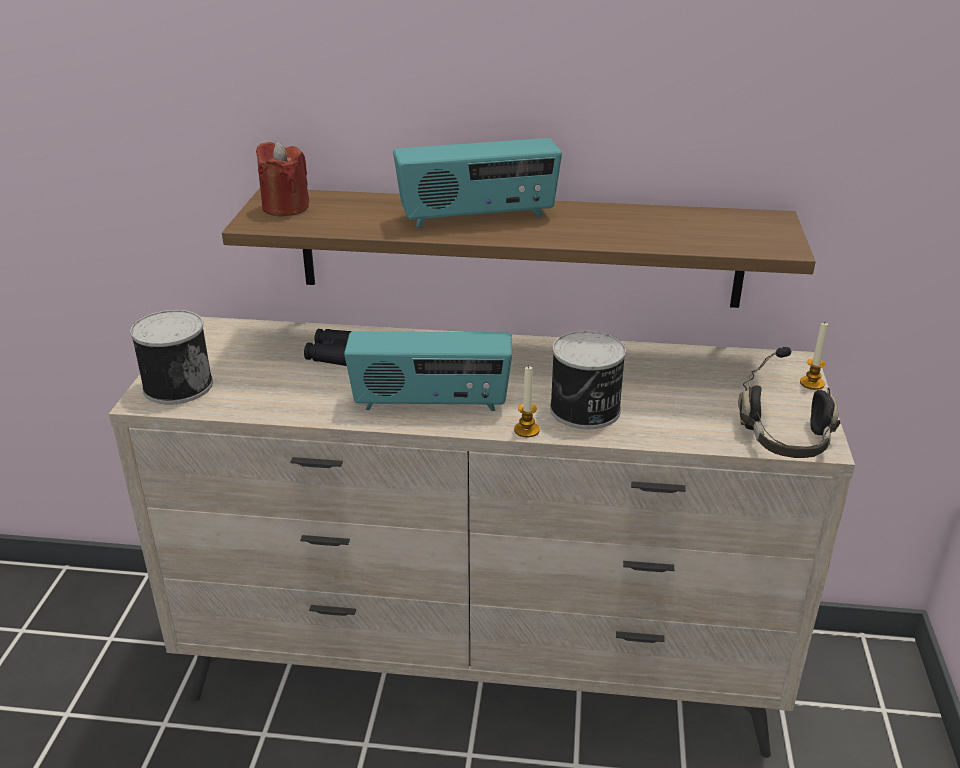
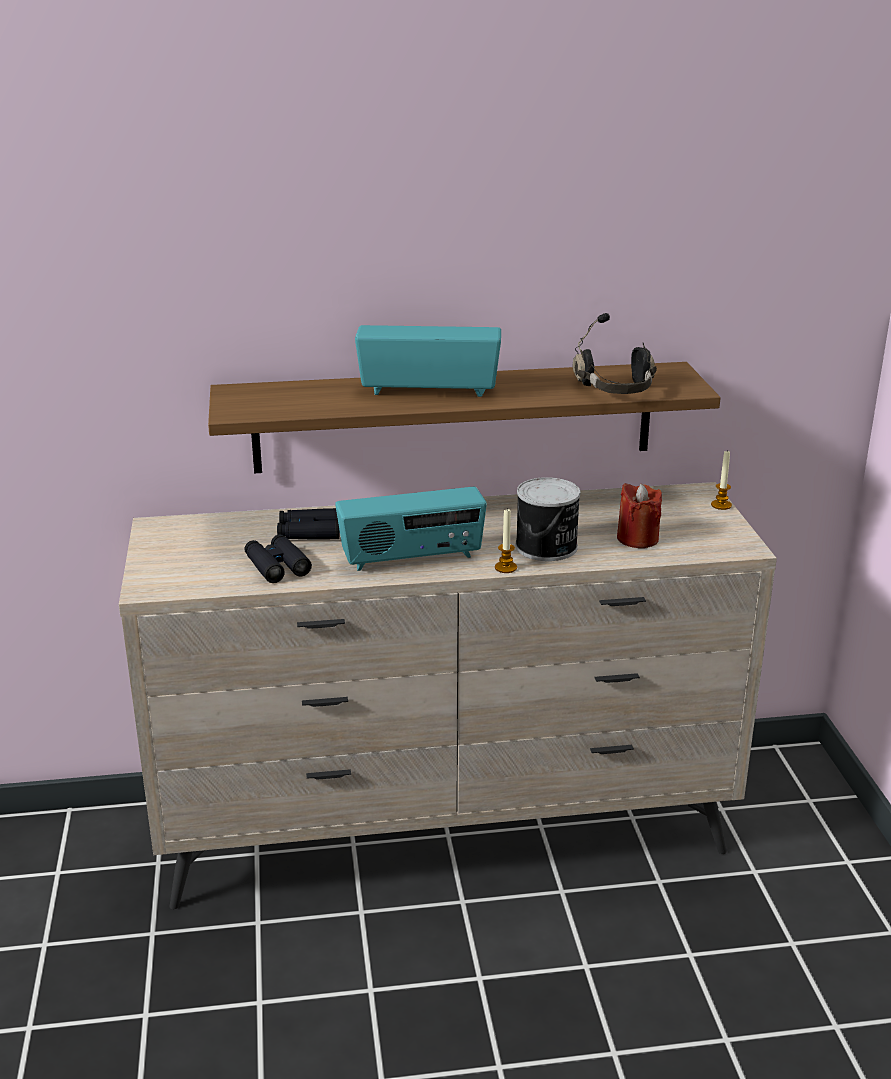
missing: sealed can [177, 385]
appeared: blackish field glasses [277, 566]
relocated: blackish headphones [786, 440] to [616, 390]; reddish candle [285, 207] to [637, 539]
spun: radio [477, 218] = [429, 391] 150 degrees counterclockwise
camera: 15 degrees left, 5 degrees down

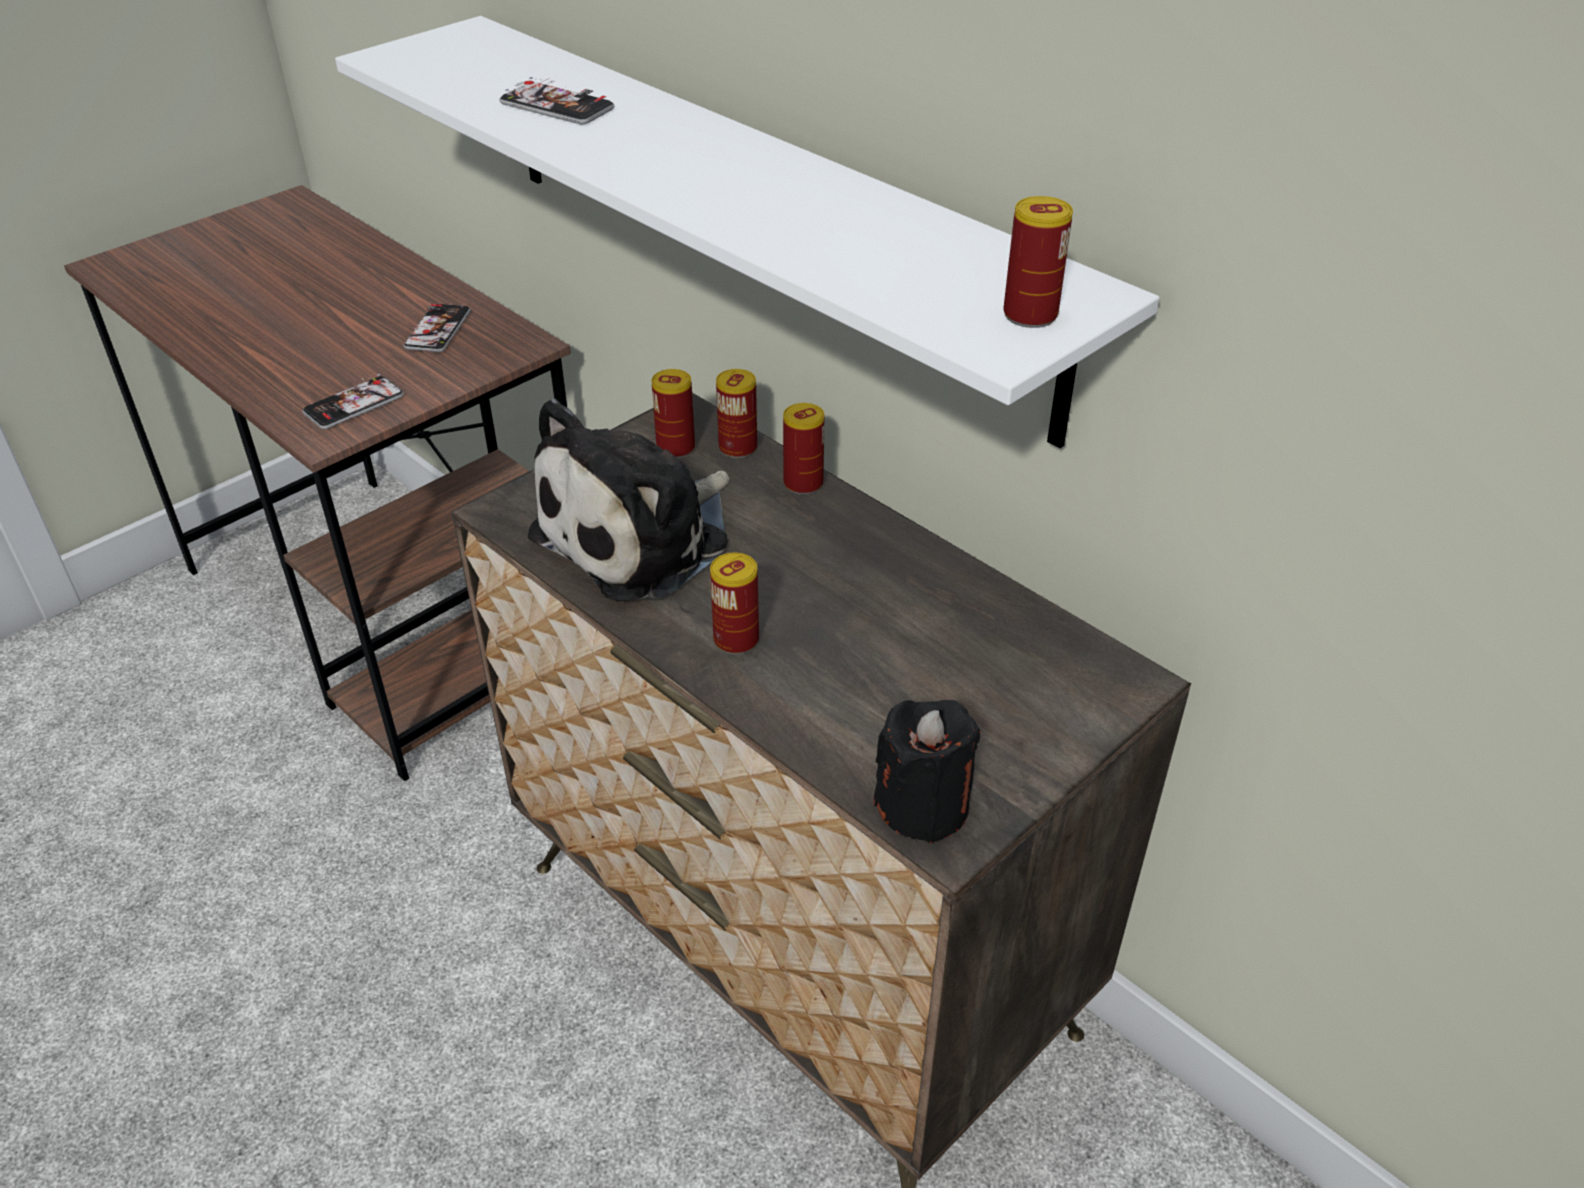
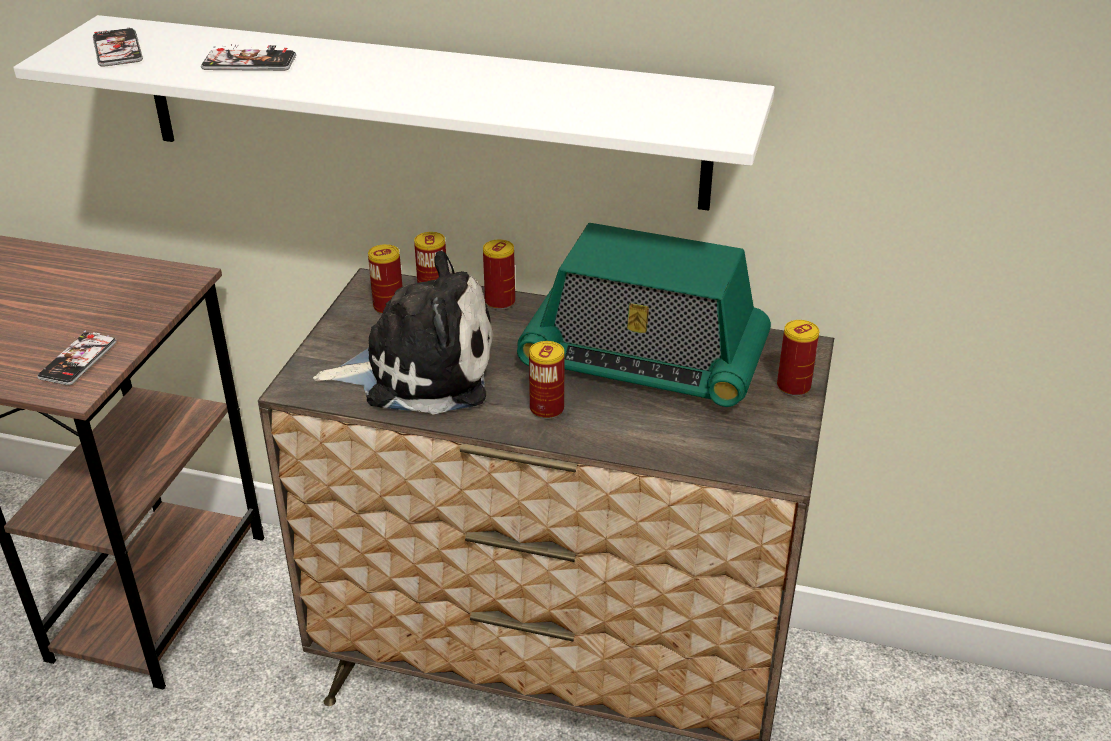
missing: blackish candle [923, 806]
appeared: radio [643, 360]
relocated: telephone [438, 329] to [117, 49]; sealed can [1030, 315] to [793, 387]
spun: soft toy [641, 537] = [420, 370] 105 degrees counterclockwise
camera: 30 degrees left, 5 degrees down

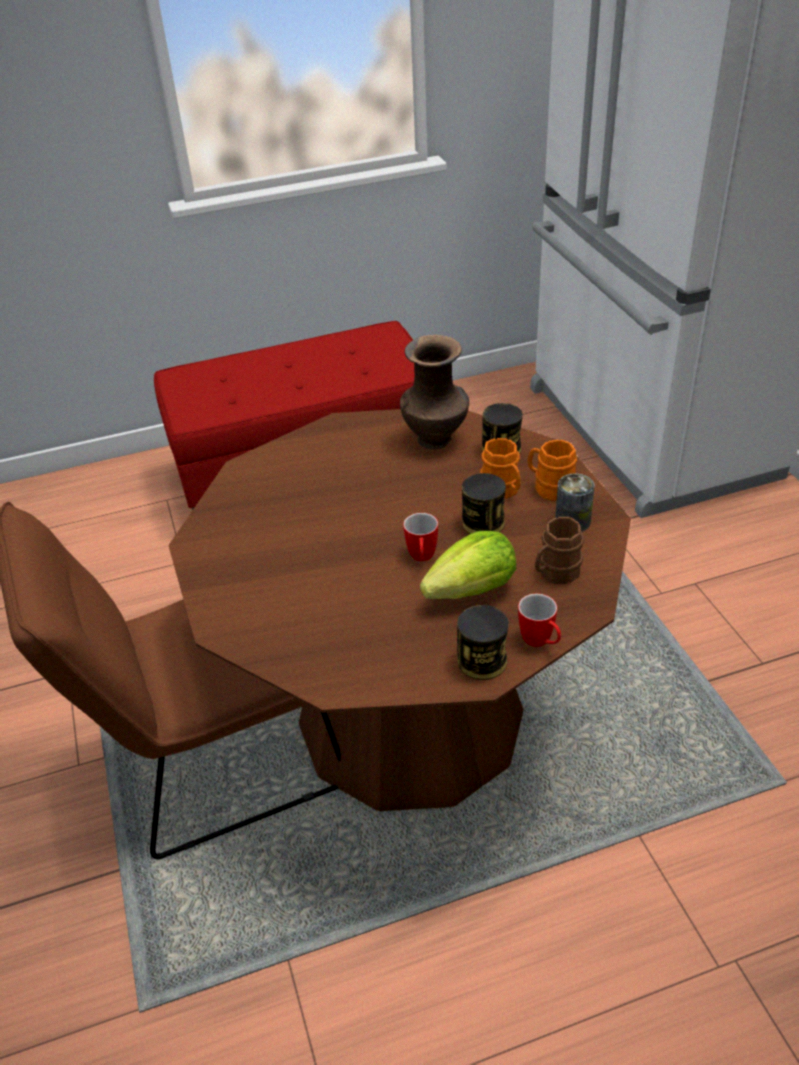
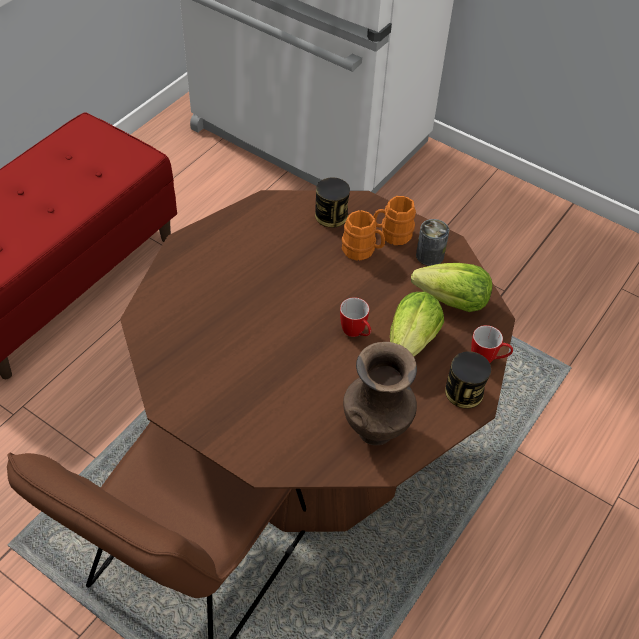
missing: sealed can [483, 523]
relocated: brown decorative vase [436, 439] to [376, 428]
exchanged: brown tea mug [555, 573] to lettuce [452, 302]
camera: 40 degrees left, 10 degrees up

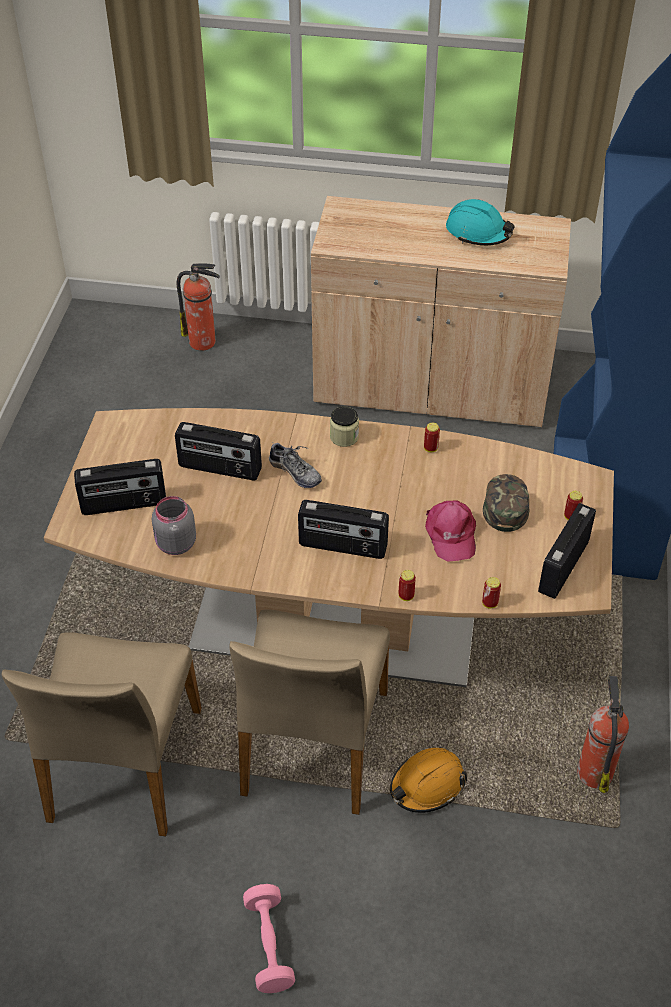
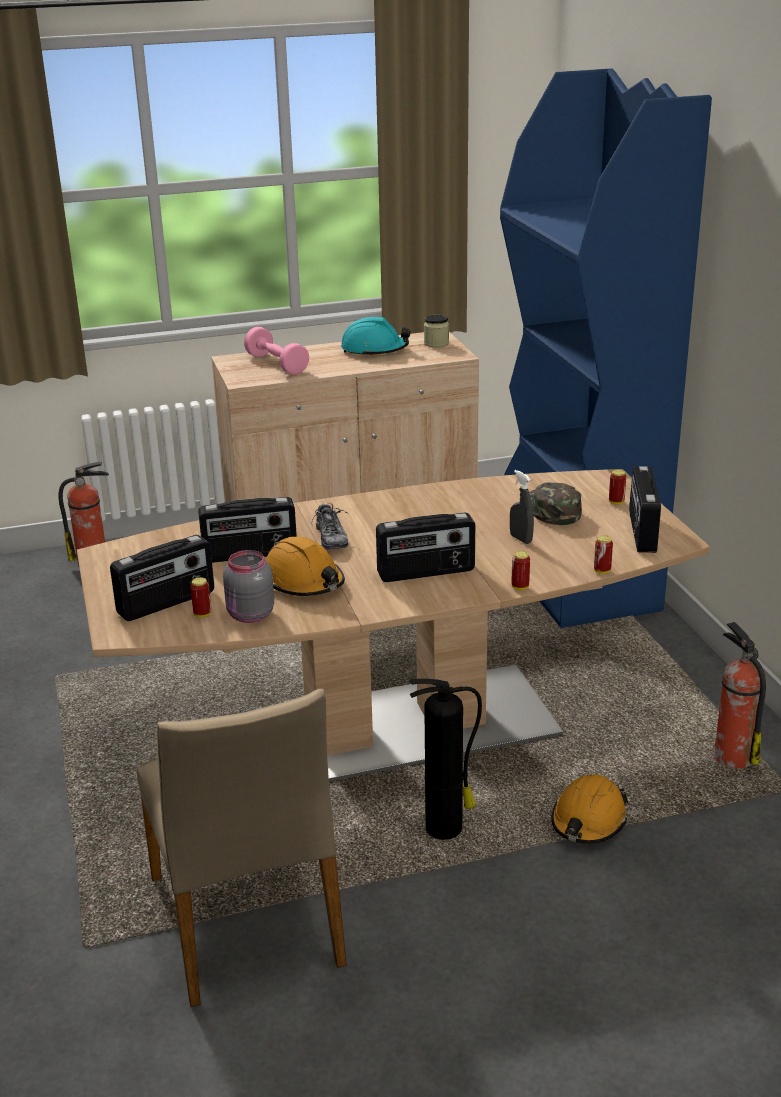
appeared: orange work helmet [304, 582]
relocated: sealed can [431, 448] to [202, 614]; pink dumbbell [269, 945] to [277, 364]; preserve jar [344, 437] to [436, 343]
exchanged: sand-coloured chair [312, 743] to extinguisher [446, 828]; pink baseball cap [450, 534] to gray hand sprayer [521, 539]
spun: item of footwear [295, 472] = [331, 538] 60 degrees clockwise
camera: 25 degrees left, 20 degrees down

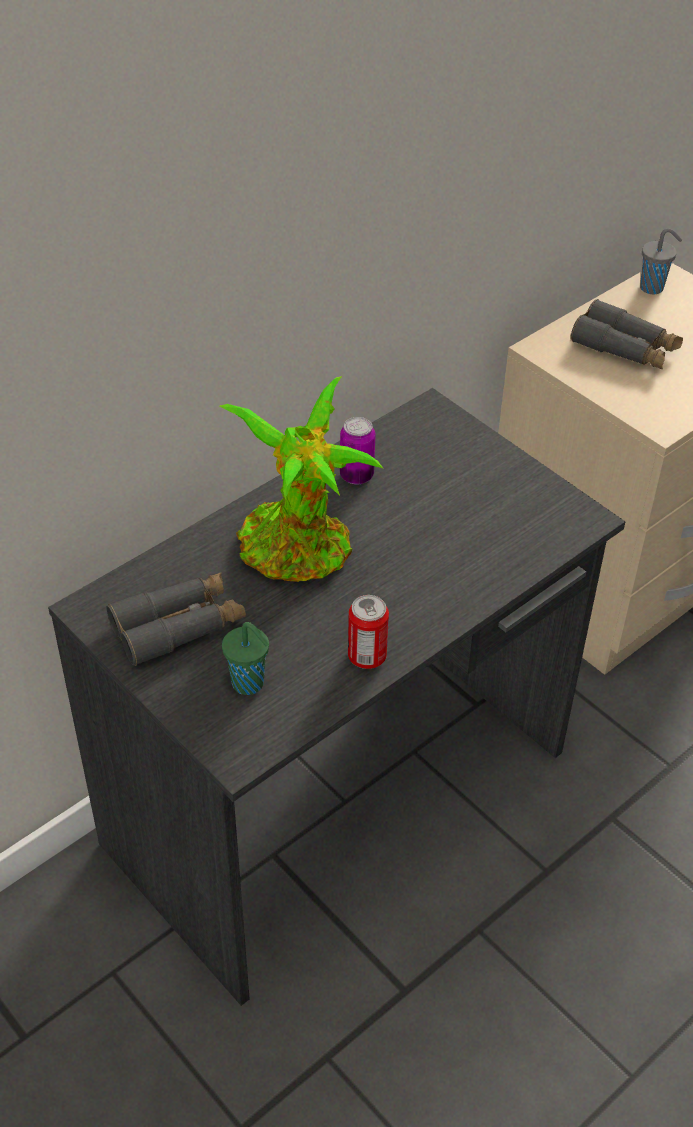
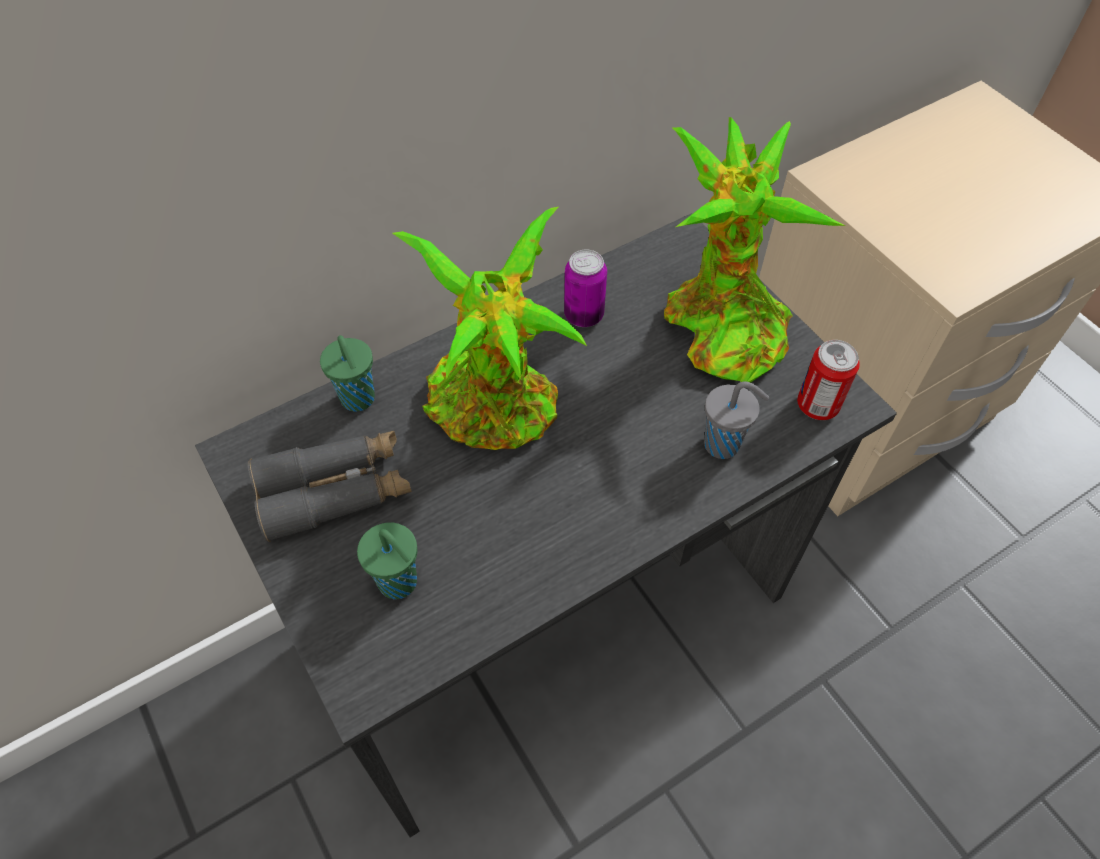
missing: gray field glasses [625, 348]
appeared: green drinking cup [358, 400]; plant in a pot [719, 326]
relocated: gray drinking cup [653, 288] to [724, 445]; sealed can [367, 656] to [817, 405]
camera: 10 degrees right, 10 degrees up

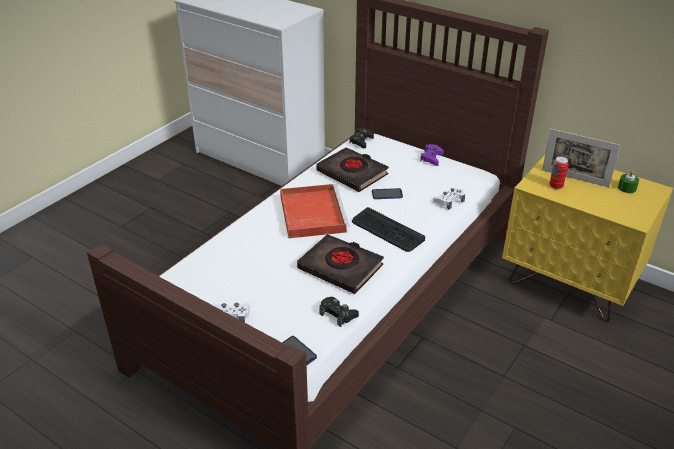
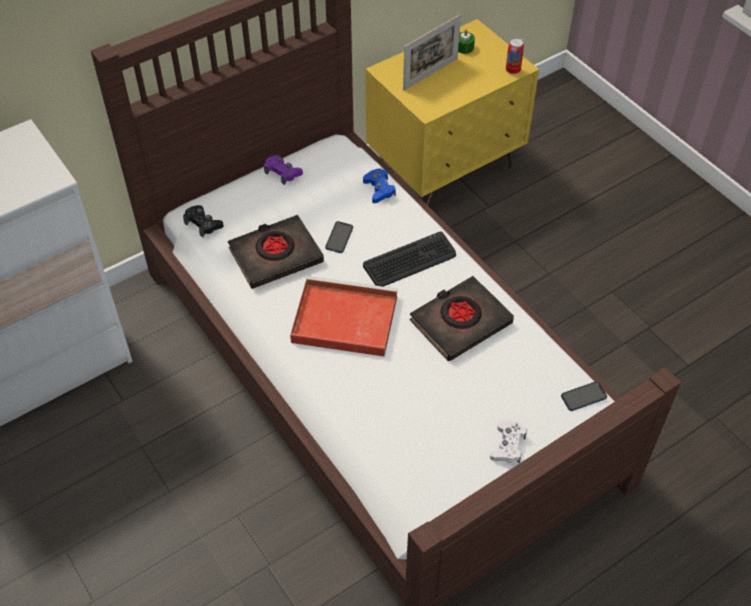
missing: blackish gamepad [338, 314]
relocated: sealed can [556, 186] to [512, 70]
colour: white gamepad [449, 201] to bluish gamepad [379, 189]
camera: 70 degrees left, 15 degrees up

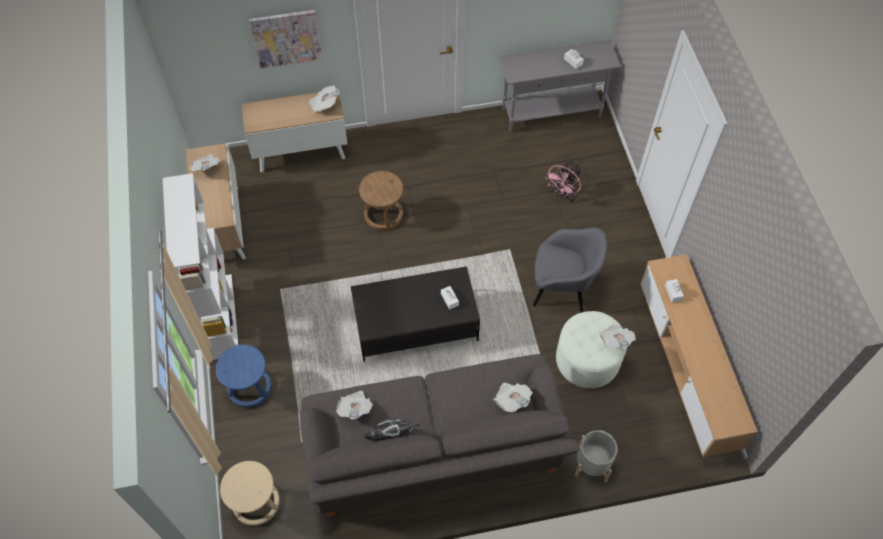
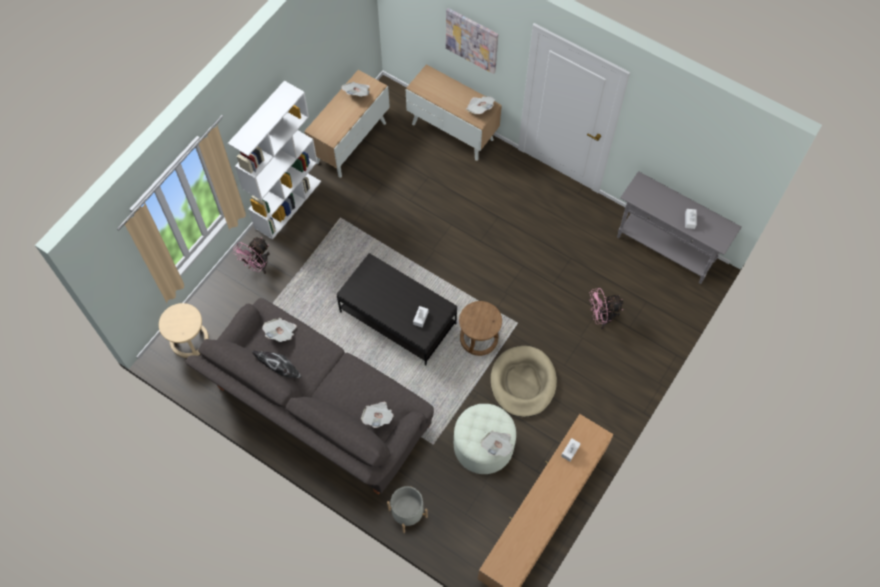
relocated: brown stool [383, 214] to [478, 338]
exchanged: bluish stool [249, 387] to pink cooling fan [257, 266]; gray lounge chair [562, 288] to sand-coloured dog cushion [523, 382]
camera: 45 degrees right, 5 degrees up

